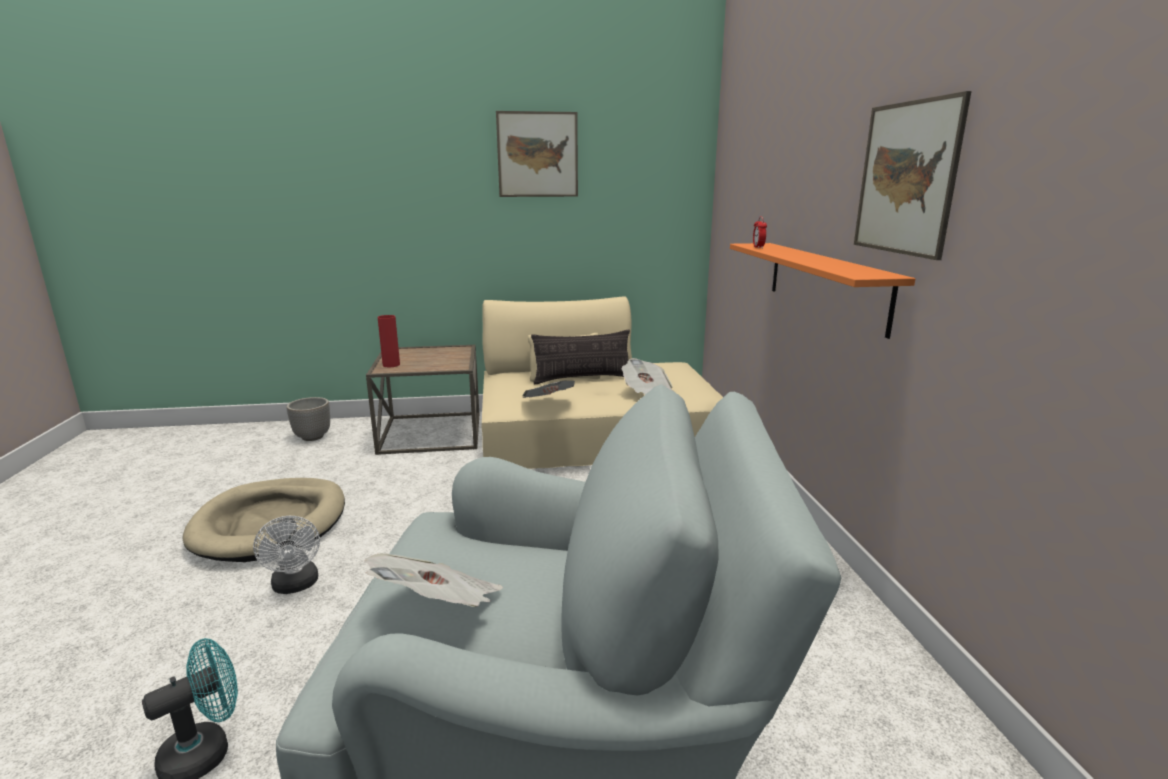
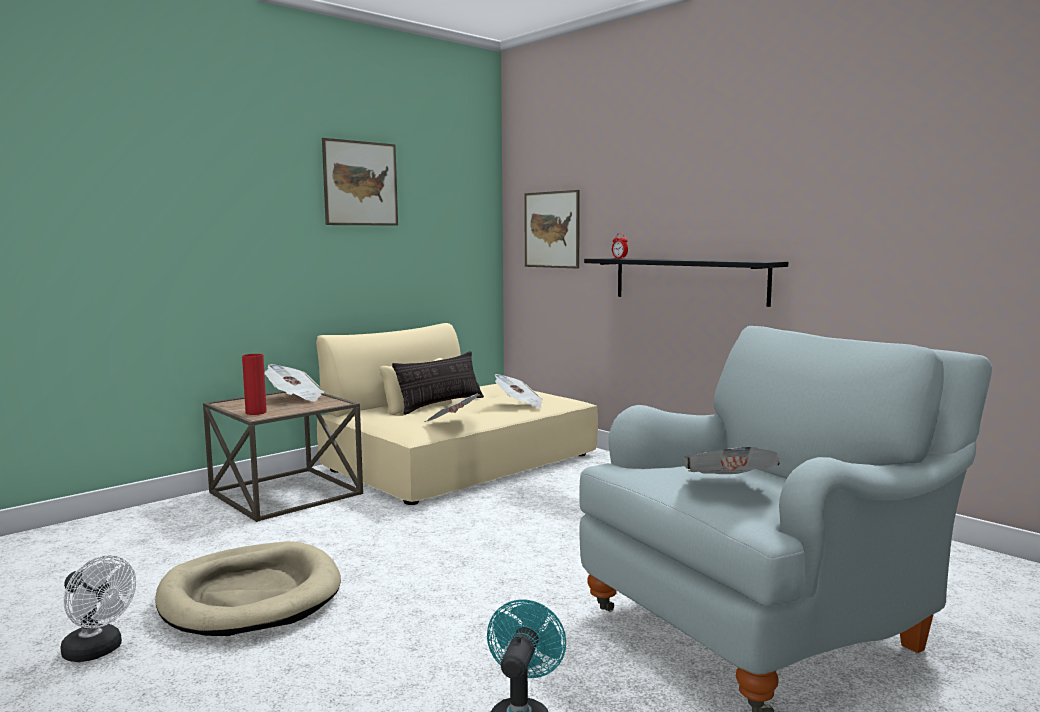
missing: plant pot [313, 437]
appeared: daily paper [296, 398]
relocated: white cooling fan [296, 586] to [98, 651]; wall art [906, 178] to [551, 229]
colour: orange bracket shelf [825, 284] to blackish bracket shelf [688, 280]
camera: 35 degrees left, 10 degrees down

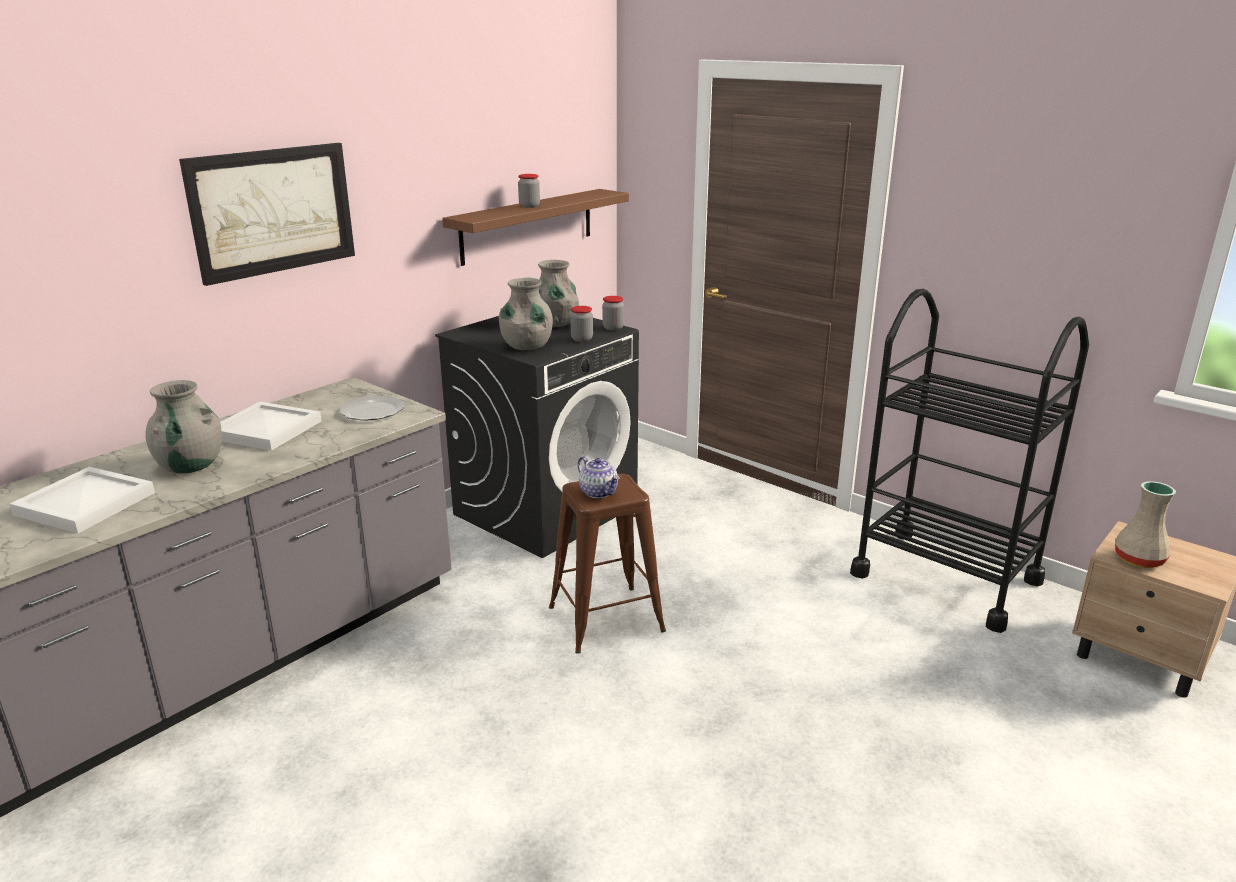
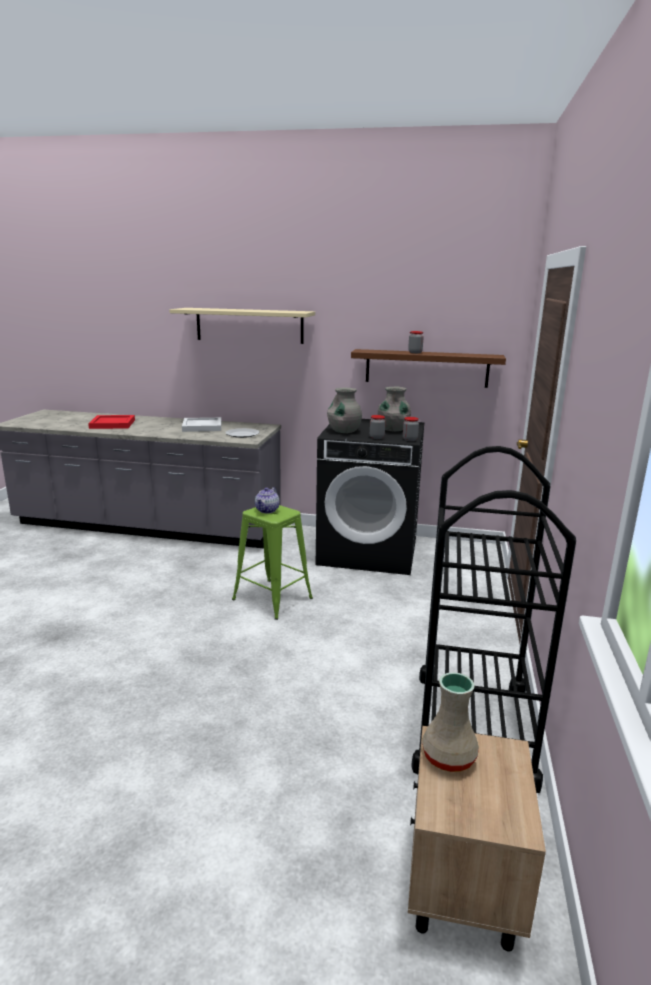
missing: gray decorative vase [190, 466]
exchanged: wall art [272, 211] to sand-coloured bracket shelf [249, 325]
colour: white carrying tray [85, 504] to reddish carrying tray [111, 424]; brown stool [605, 619] to green stool [272, 598]
camera: 60 degrees right, 5 degrees down

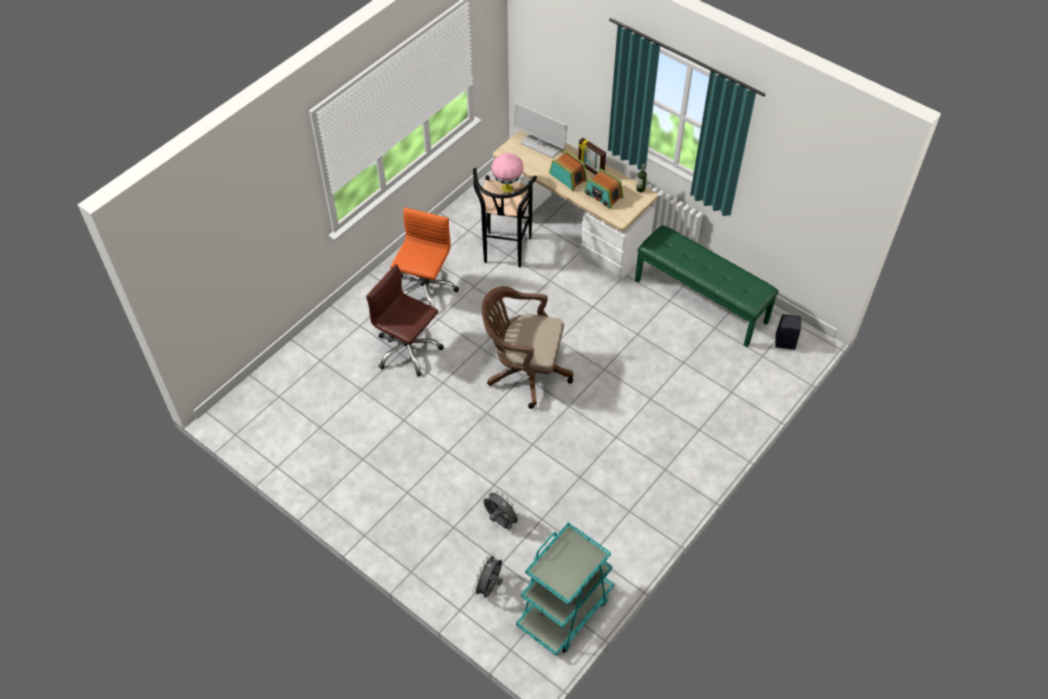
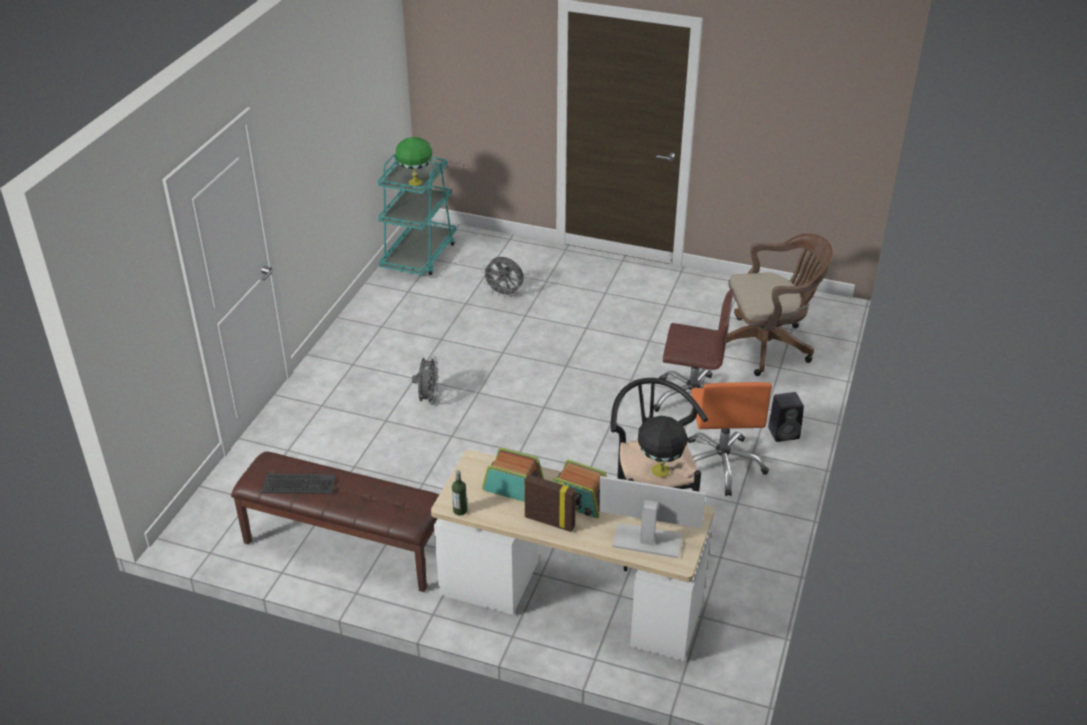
appeared: computer keyboard [299, 485]; green lamp for a table [416, 182]
relocated: gray cooling fan [489, 587] to [428, 398]; brown computer chair [524, 372] to [768, 345]; blackish loudspeaker [784, 342] to [784, 433]
colour: green long seat [701, 301] to brown long seat [344, 547]; pink lamp for a table [508, 188] to blackish lamp for a table [659, 471]
camera: 160 degrees right, 15 degrees down

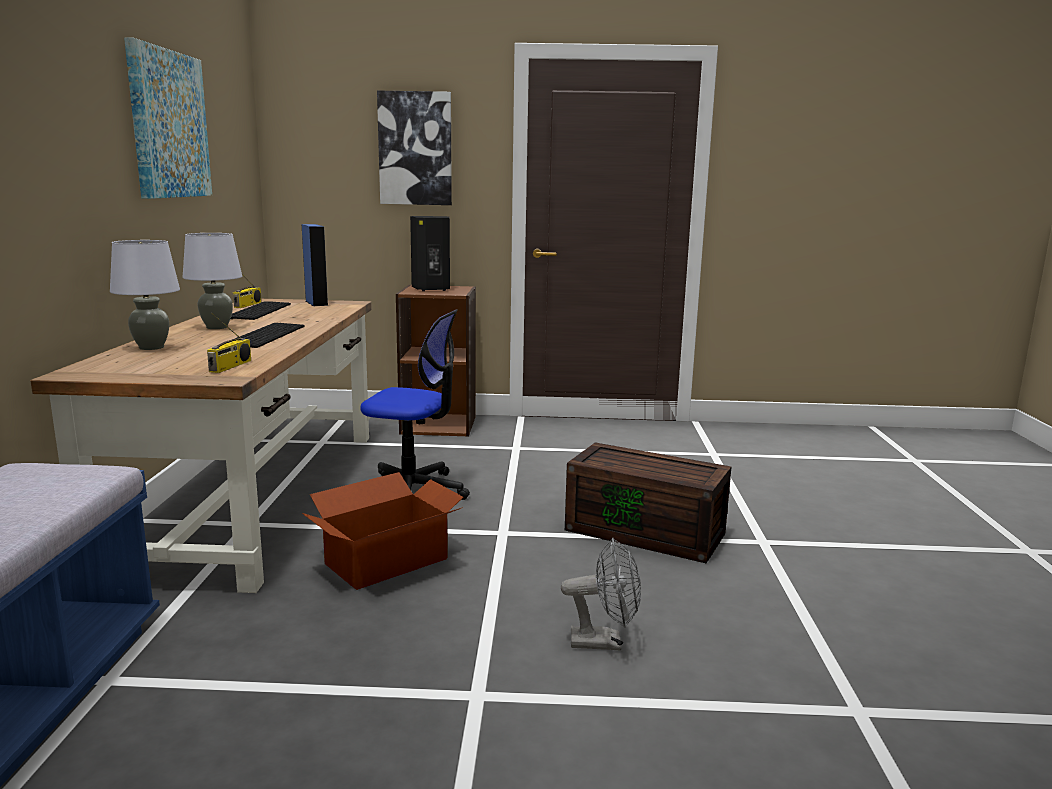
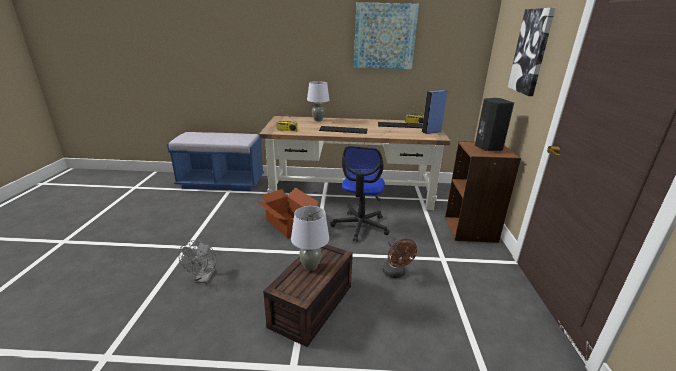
appeared: brown cooling fan [396, 273]
relocated: gray lamp for a table [216, 327] to [310, 266]
camera: 90 degrees right, 10 degrees up

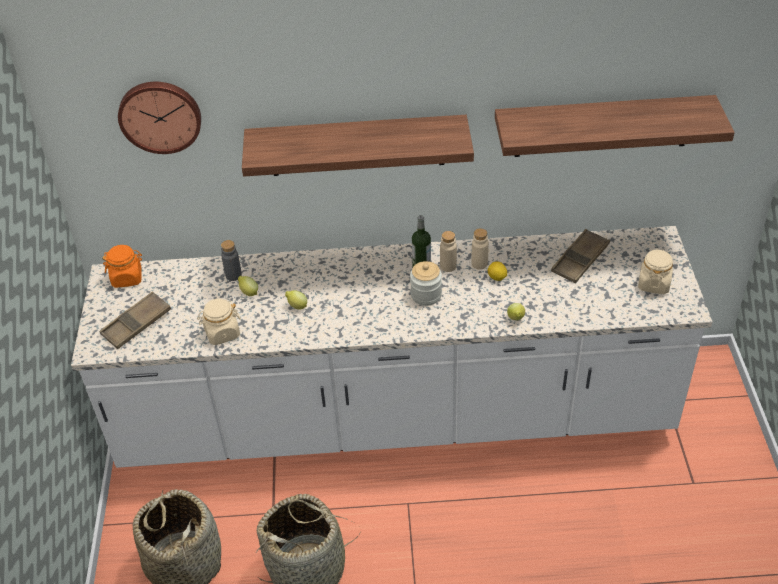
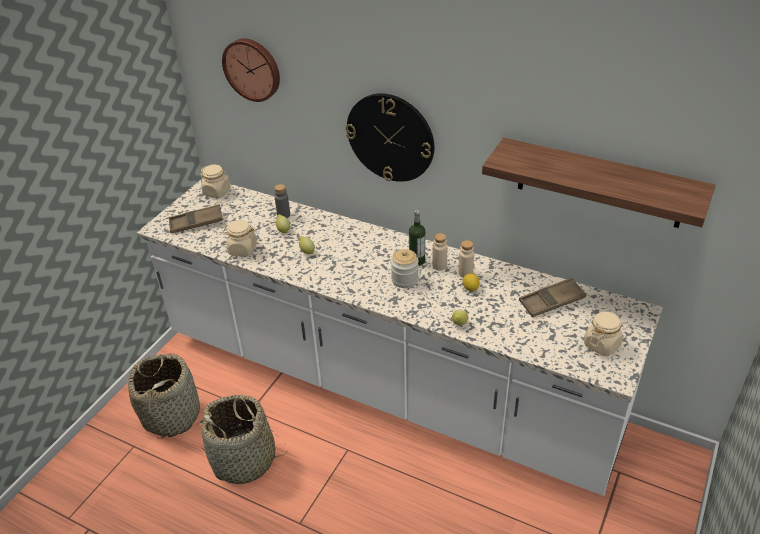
exchanged: bracket shelf [357, 145] to hanging clock [390, 137]
colour: orange preserve jar [127, 278] to sand-coloured preserve jar [217, 192]
camera: 30 degrees right, 5 degrees down

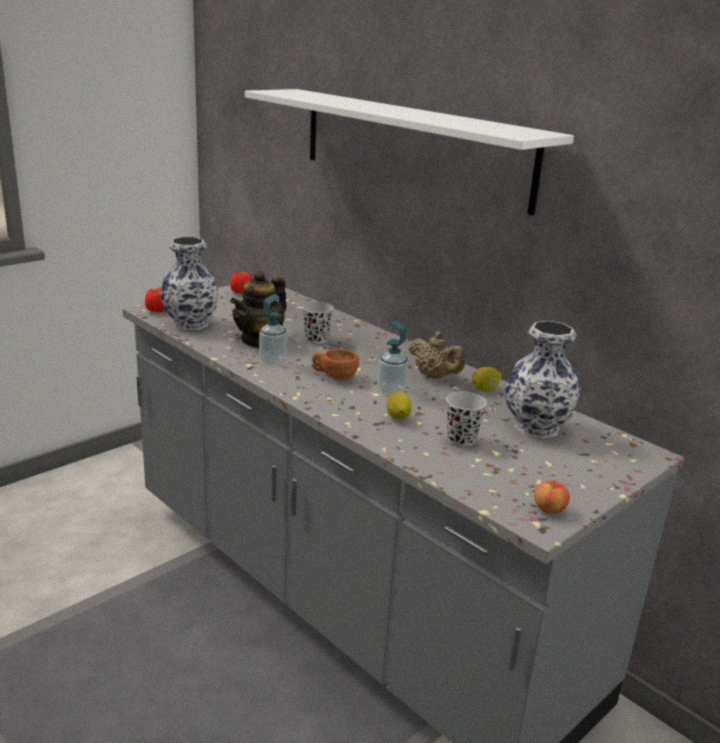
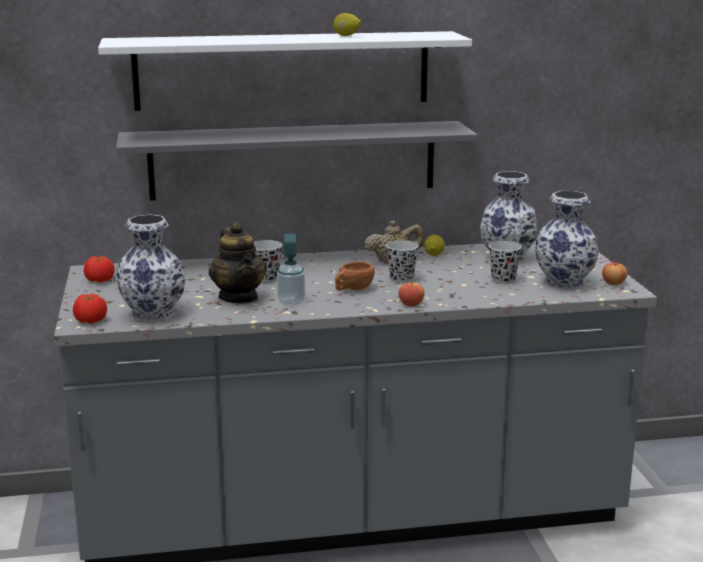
appeared: gray bracket shelf [293, 160]; apple [411, 304]; decorative vase [565, 283]
relocated: whole lemon [397, 417] to [346, 36]
exchanged: soap bottle [391, 390] to blackish drinking cup [401, 279]
camera: 55 degrees left, 5 degrees down

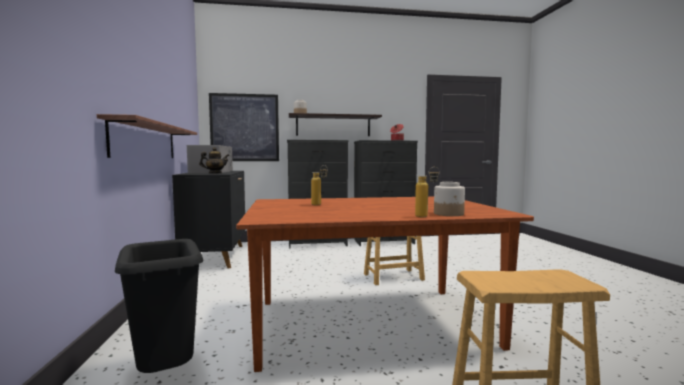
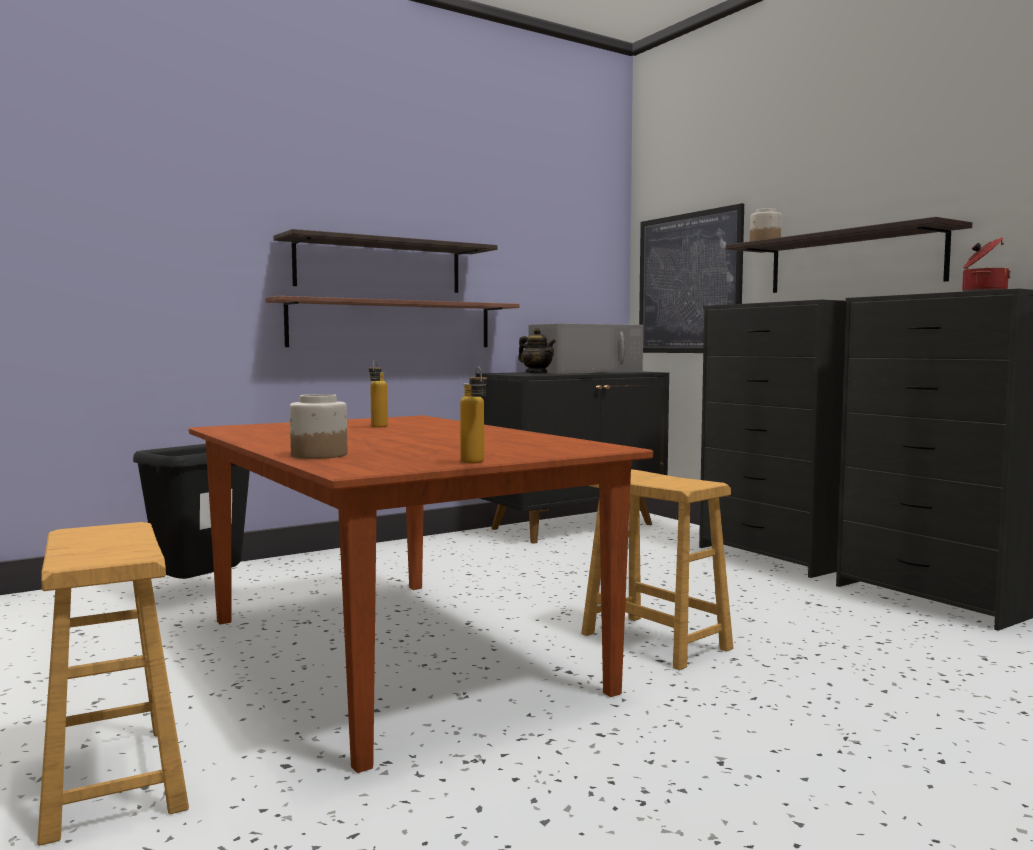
appeared: bracket shelf [379, 266]
relocated: beverage bottle [426, 216] to [475, 463]
camera: 65 degrees right, 0 degrees up

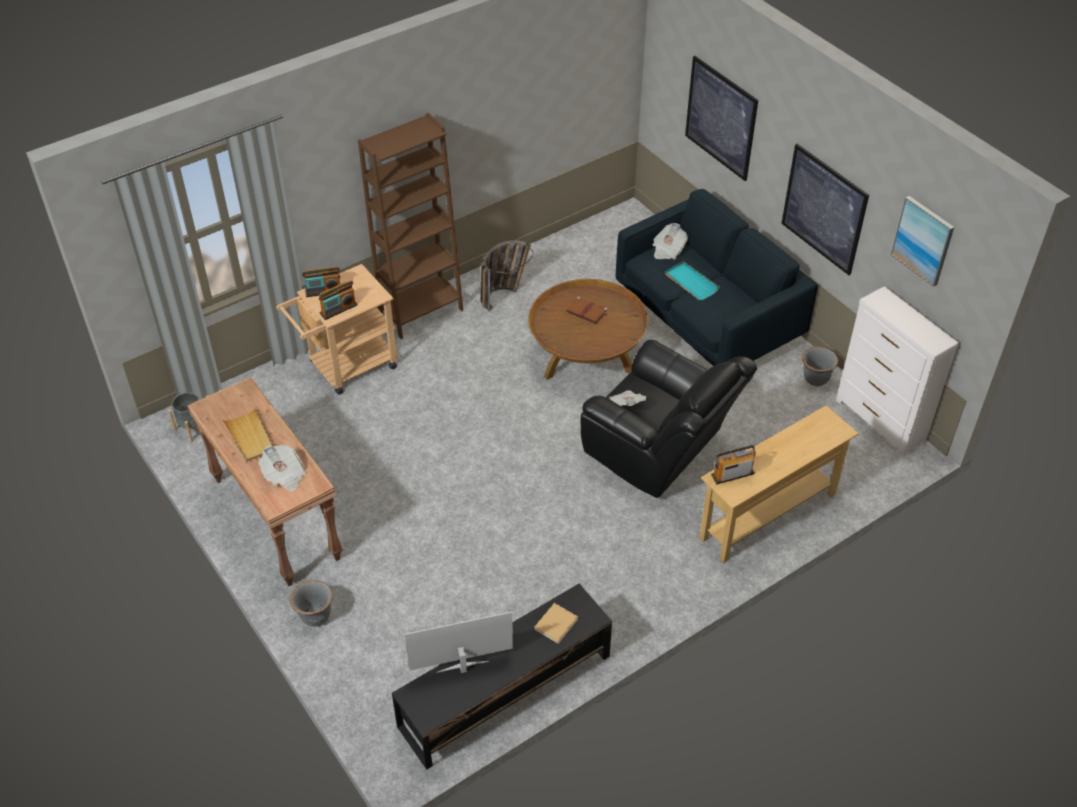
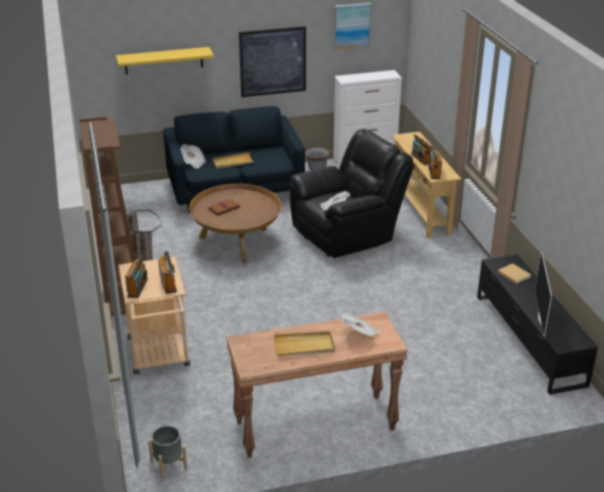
missing: gray plant pot [315, 616]
appeared: radio [420, 158]
exchanged: wall art [721, 118] to yellowish bracket shelf [163, 60]
colour: turquoise-coloured carrying tray [691, 282] to sand-coloured carrying tray [233, 162]
camera: 70 degrees left, 15 degrees down

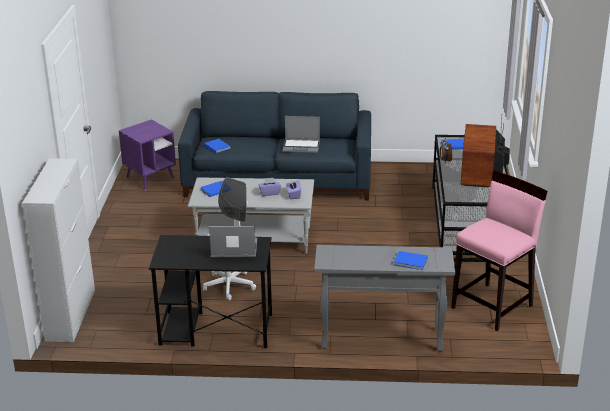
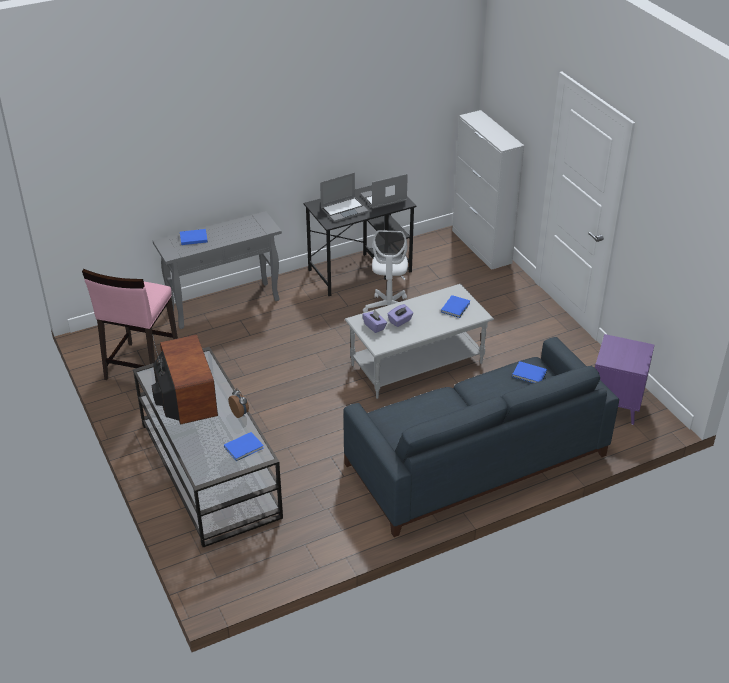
relocated: laptop [302, 147] to [383, 198]
camera: 150 degrees right, 10 degrees up

